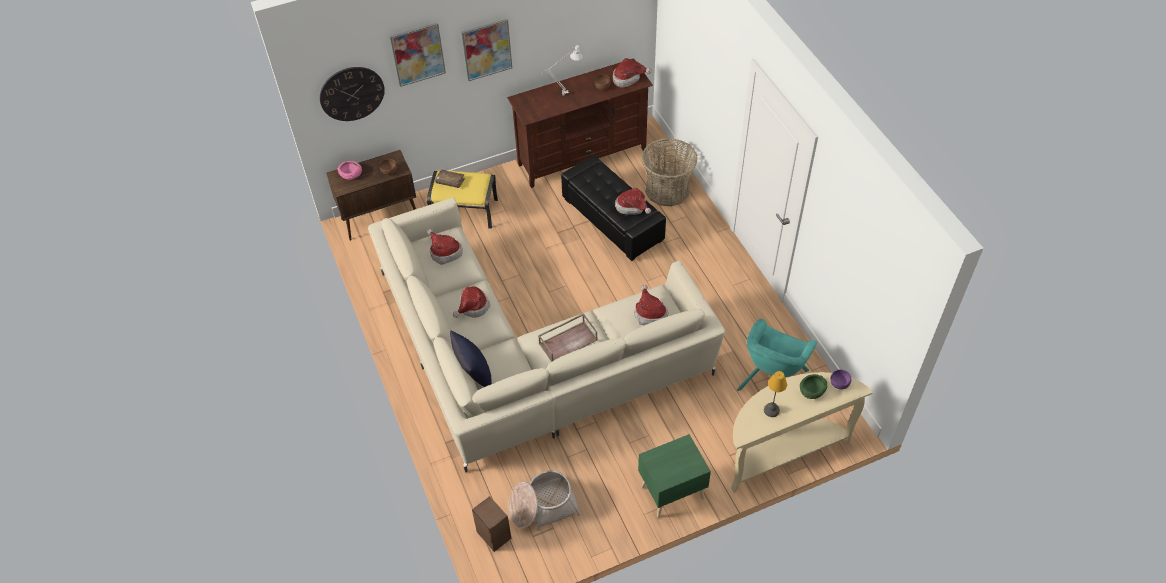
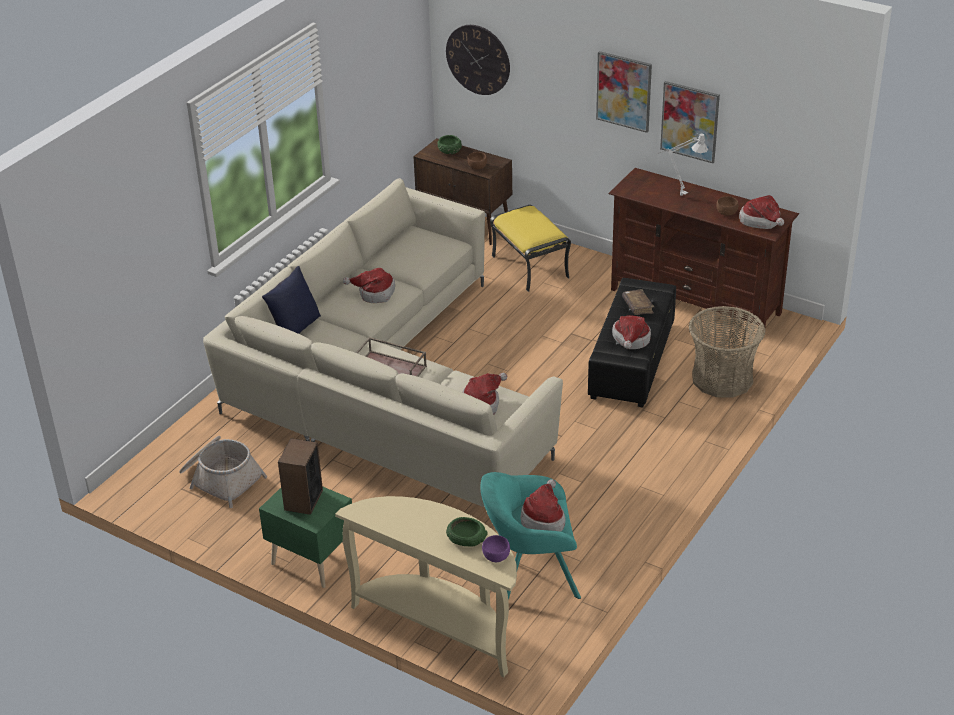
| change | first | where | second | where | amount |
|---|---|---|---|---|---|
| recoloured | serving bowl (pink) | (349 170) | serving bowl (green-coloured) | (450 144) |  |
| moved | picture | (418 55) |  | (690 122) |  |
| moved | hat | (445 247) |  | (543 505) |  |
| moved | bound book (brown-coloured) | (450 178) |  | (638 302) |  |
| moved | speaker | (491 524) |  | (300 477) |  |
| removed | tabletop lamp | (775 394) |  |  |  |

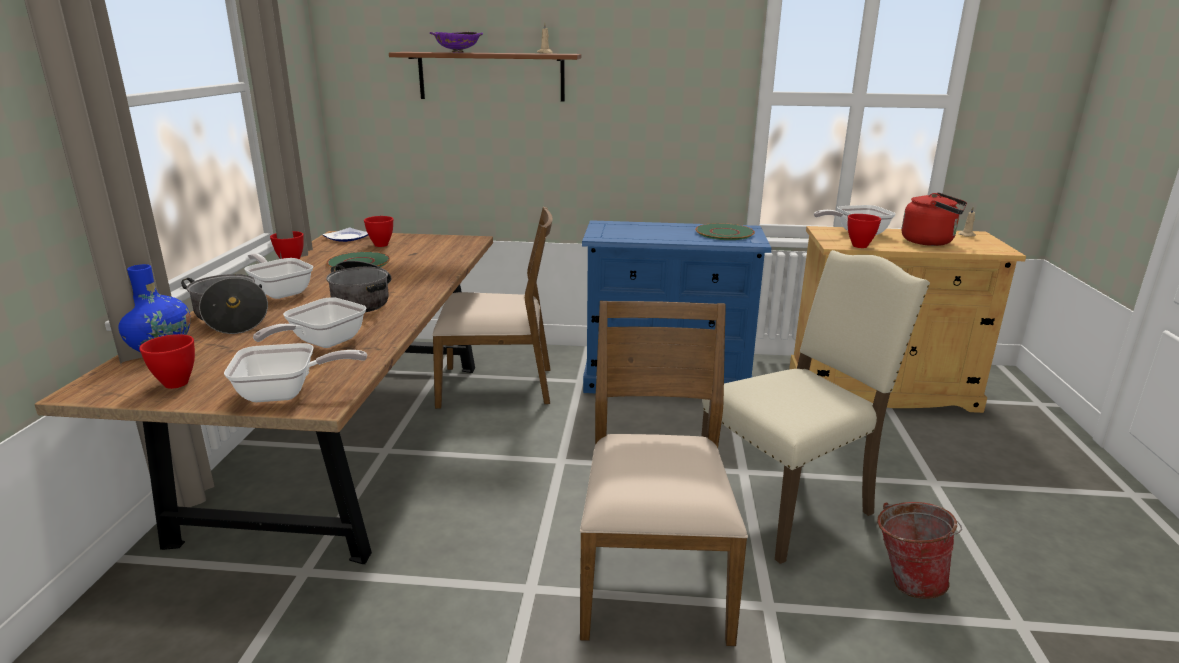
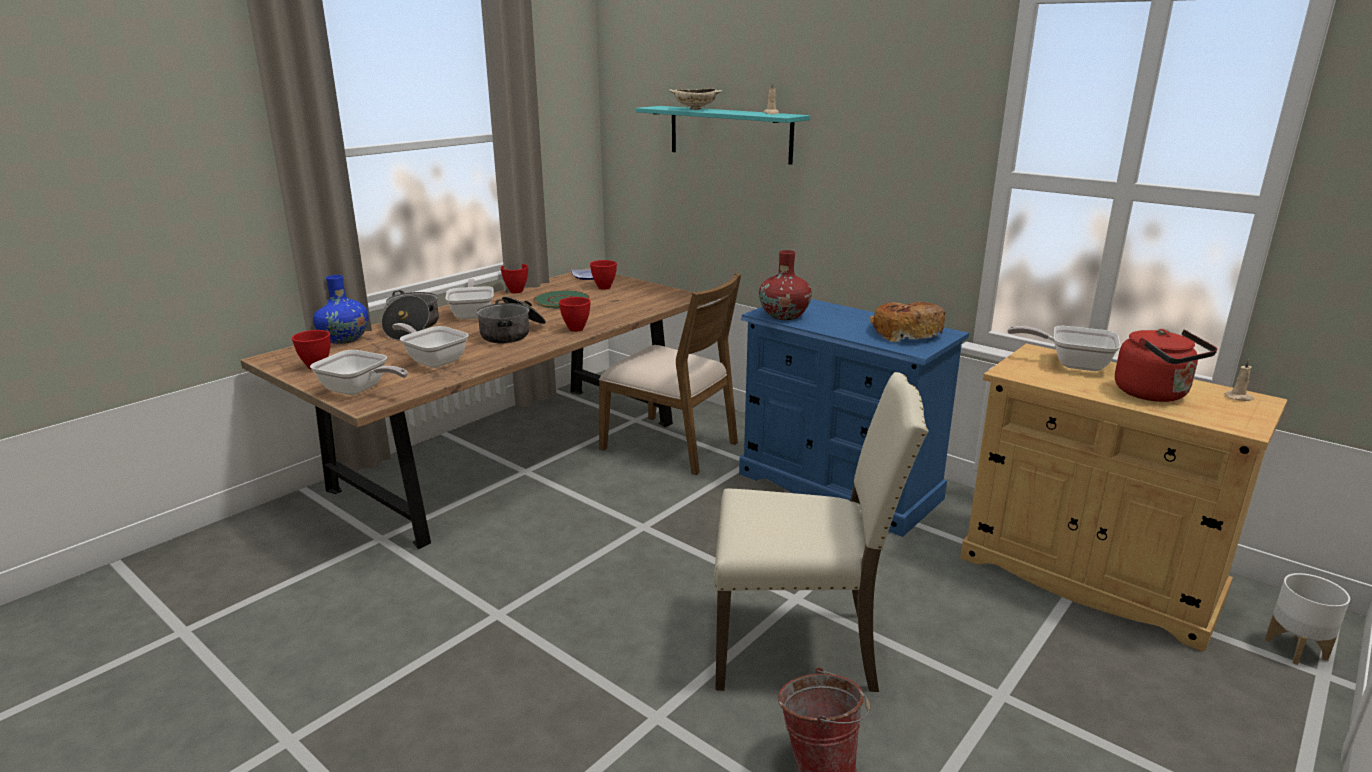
| change | first | where | second | where | amount |
|---|---|---|---|---|---|
| turned | frying pan | (309 323) |  | (430 345) | 60 degrees clockwise |
| recoloured | wall shelf (brown-coloured) | (485 76) | wall shelf (turquoise-coloured) | (723 135) |  |
| recoloured | serving bowl (purple-coloured) | (456 42) | serving bowl (beige) | (695 99) |  |
| removed | upright chair (brown-coloured) | (664 473) |  |  |  |
| replaced | plate (green-coloured) | (725 231) | bakery bread | (908 321) |  |
| moved | serving bowl (red-coloured) | (864 231) |  | (575 314) |  |
| added |  |  | vase (red-coloured) | (785 285) |  |
| added |  |  | flower pot (white-coloured) | (1307 619) |  |

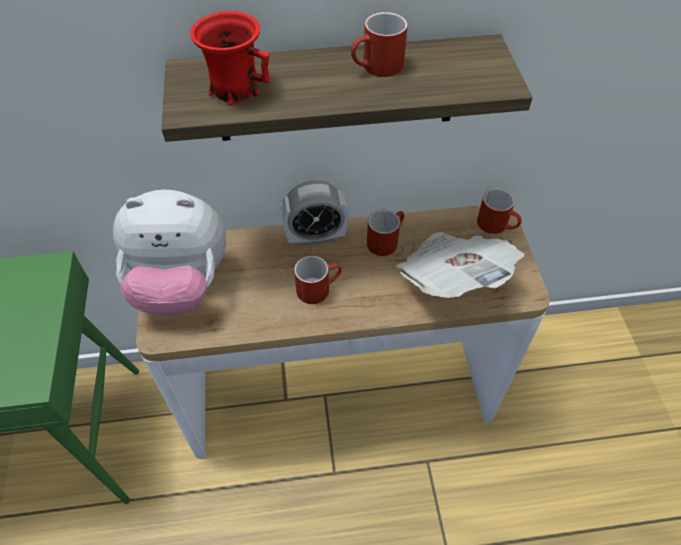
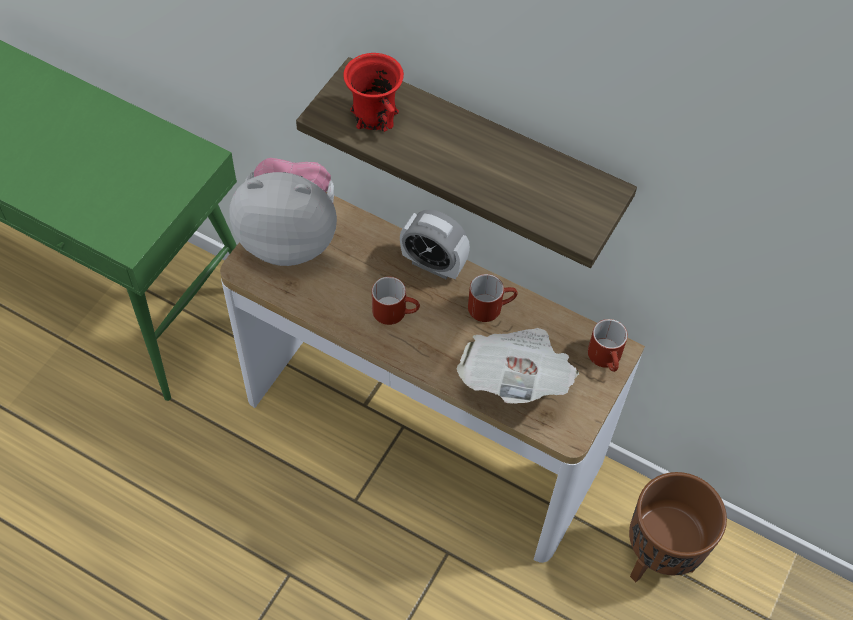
| change | first | where | second | where | amount |
|---|---|---|---|---|---|
| turned | plush toy | (169 253) |  | (283 212) | 150 degrees clockwise |
| removed | coffee mug (red-coloured) | (379 44) |  |  |  |
| added |  |  | flower pot (brown-coloured) | (678 527) |  |

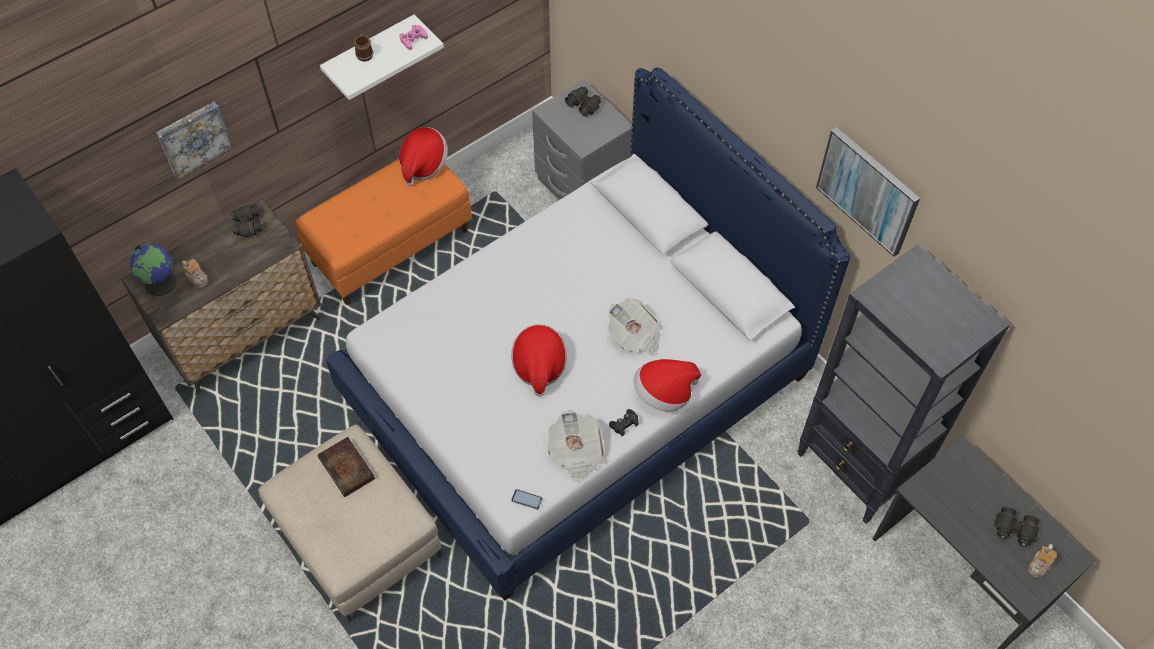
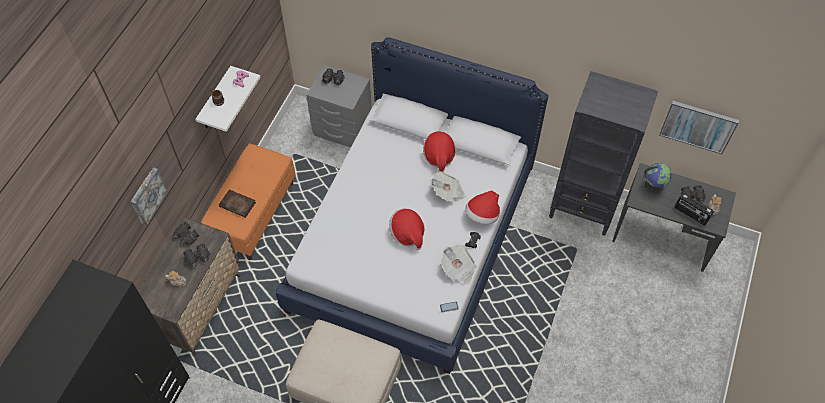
| change | first | where | second | where | amount |
|---|---|---|---|---|---|
| moved | world globe | (153 270) |  | (658 179) |  |
| moved | bound book | (346 467) |  | (237 203) |  |
| moved | hat | (423 156) |  | (439 151) |  |
| moved | picture | (868 192) |  | (699 127) |  |
| added |  |  | pair of binoculars (blackish) | (196 255) |  |
| added |  |  | radio | (694 209) |  |

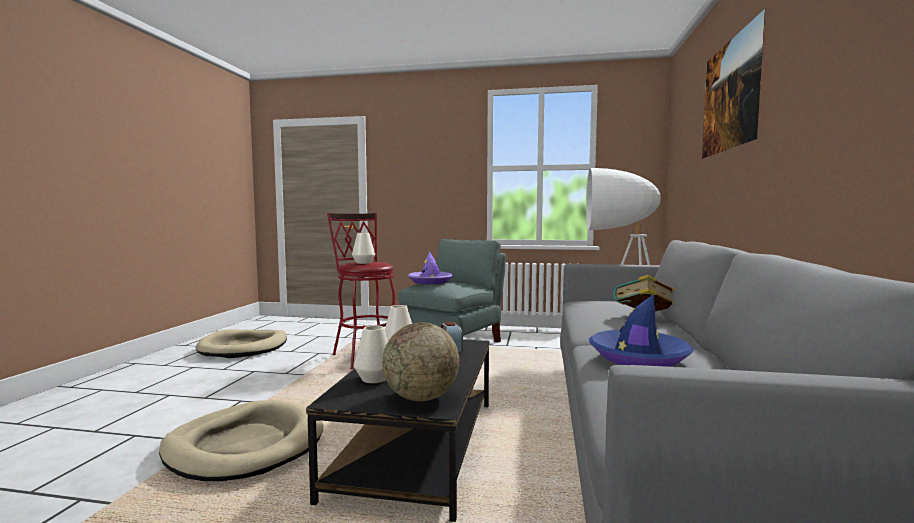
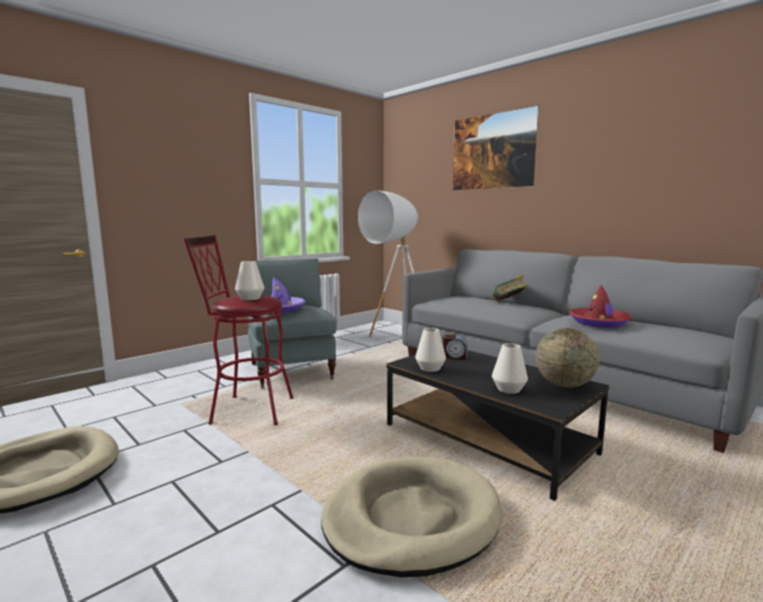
| change | first | where | second | where | amount |
|---|---|---|---|---|---|
| recoloured | hat (blue-coloured) | (641 330) | hat (red-coloured) | (600 306) |  |

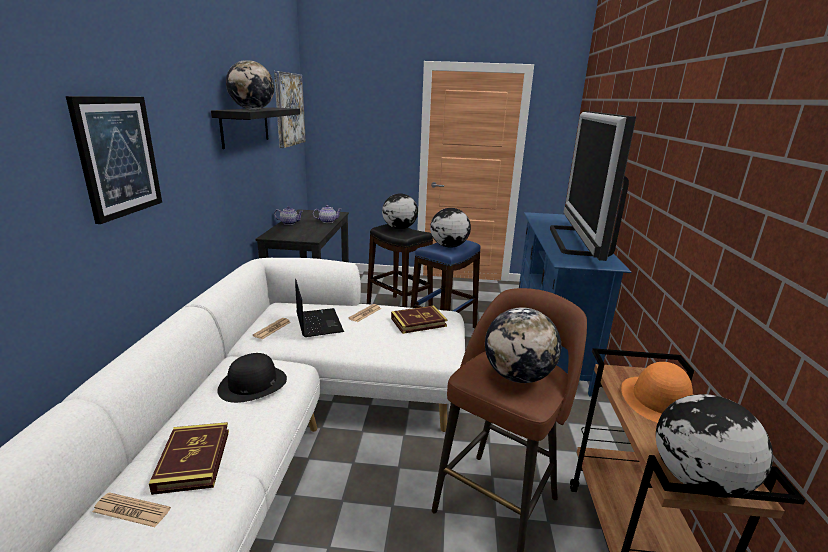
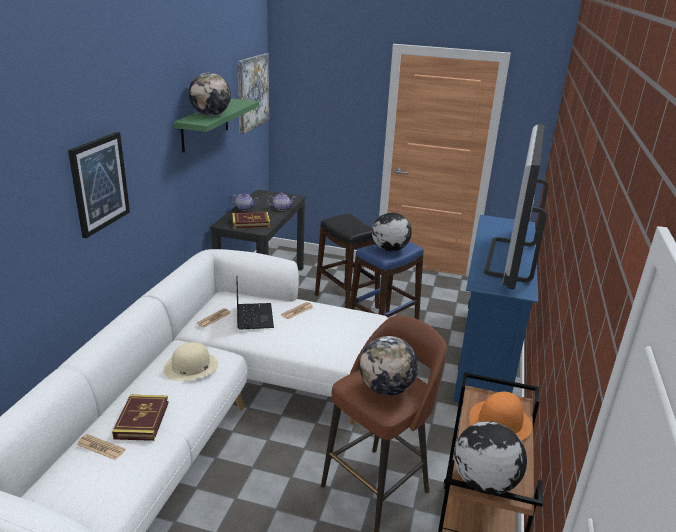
| change | first | where | second | where | amount |
|---|---|---|---|---|---|
| recoloured | wall shelf (blackish) | (255 128) | wall shelf (green-coloured) | (216 125) |  |
| recoloured | hat (blackish) | (252 378) | hat (beige) | (191 361) |  |
| removed | world globe | (400 211) |  |  |  |
| moved | bound book | (419 319) |  | (251 220) |  |

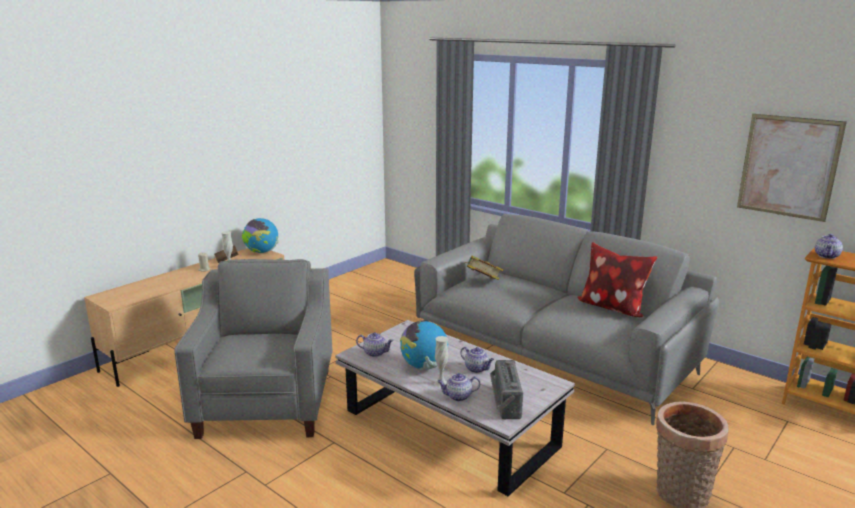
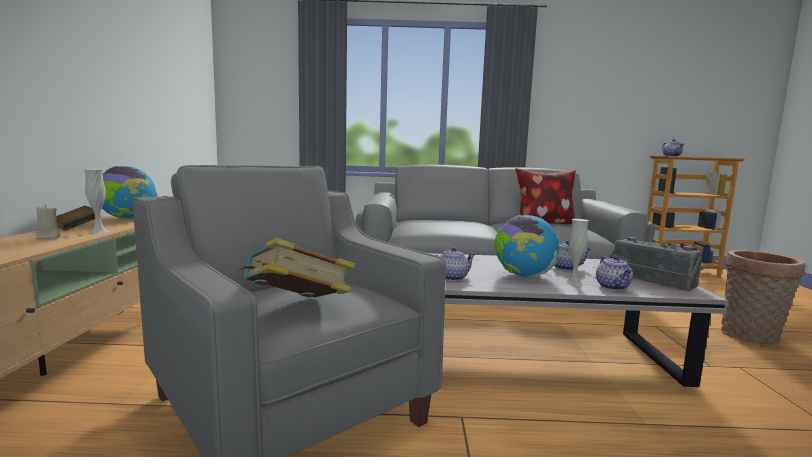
| change | first | where | second | where | amount |
|---|---|---|---|---|---|
| turned | teapot | (458 387) |  | (614 272) | 45 degrees counterclockwise |
| moved | bound book | (484 268) |  | (296 268) |  |
| removed | picture | (792 168) |  |  |  |

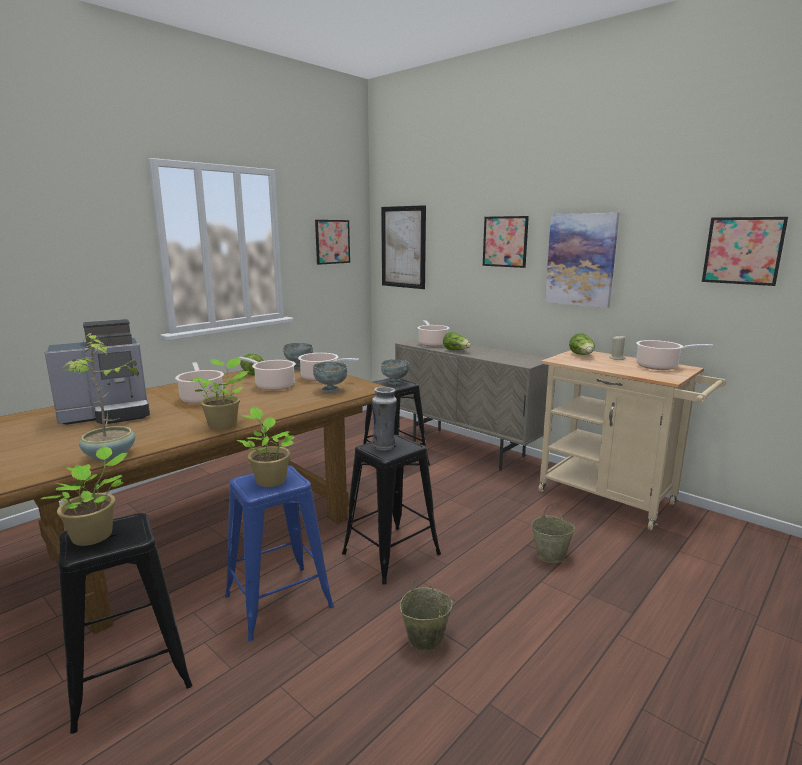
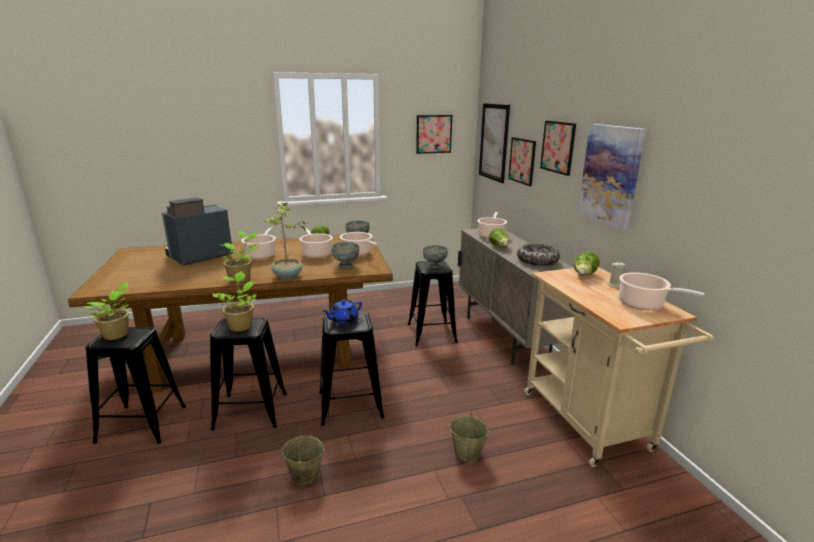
| change | first | where | second | where | amount |
|---|---|---|---|---|---|
| turned | coffee maker | (97 372) |  | (197 231) | 135 degrees clockwise |
| moved | houseplant | (100 397) |  | (286 240) |  |
| recoloured | sitting stool (blue-coloured) | (279 553) | sitting stool (blackish) | (248 373) |  |
| replaced | vase | (384 418) | teapot (blue-coloured) | (342 312) |  |
| moved | picture | (745 251) |  | (522 161) |  |
| added |  |  | serving bowl | (538 254) |  |

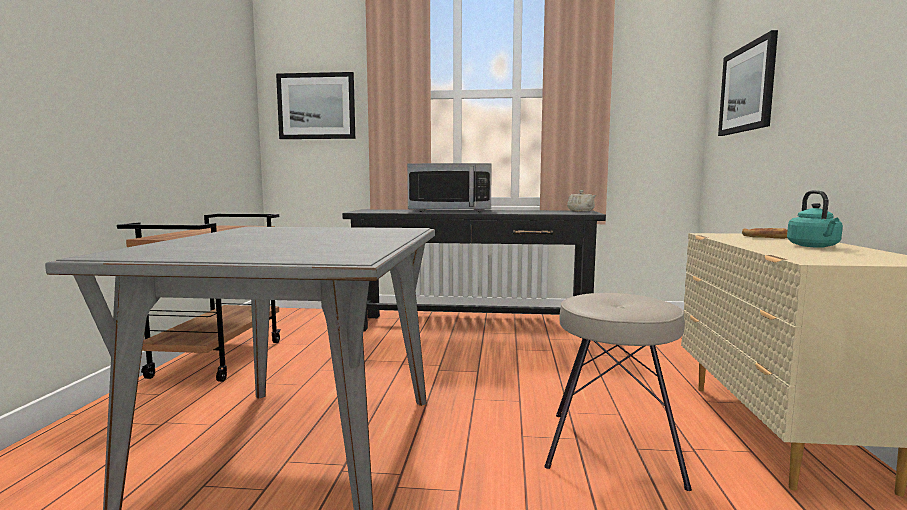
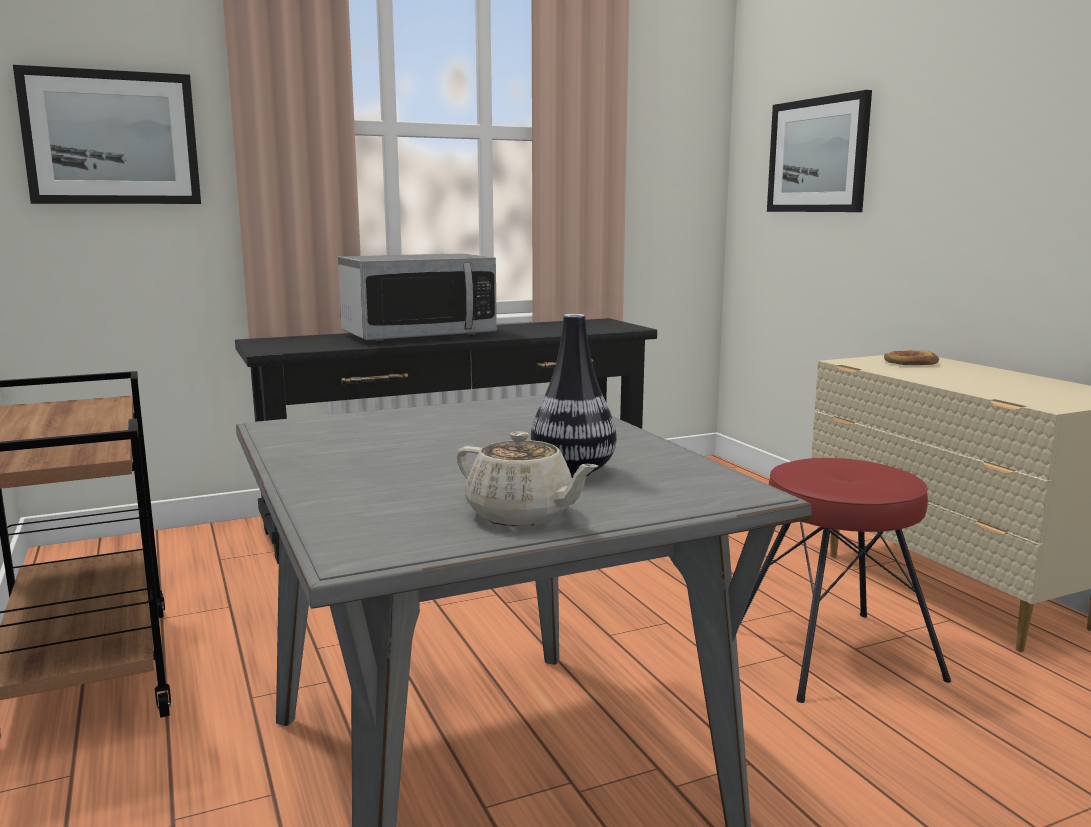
| change | first | where | second | where | amount |
|---|---|---|---|---|---|
| recoloured | sitting stool (beige) | (618 392) | sitting stool (red-coloured) | (844 580) |  |
| moved | teapot (beige) | (581 201) |  | (527 478) |  |
| removed | kettle (turquoise-coloured) | (815 219) |  |  |  |
| added |  |  | vase | (574 396) |  |

